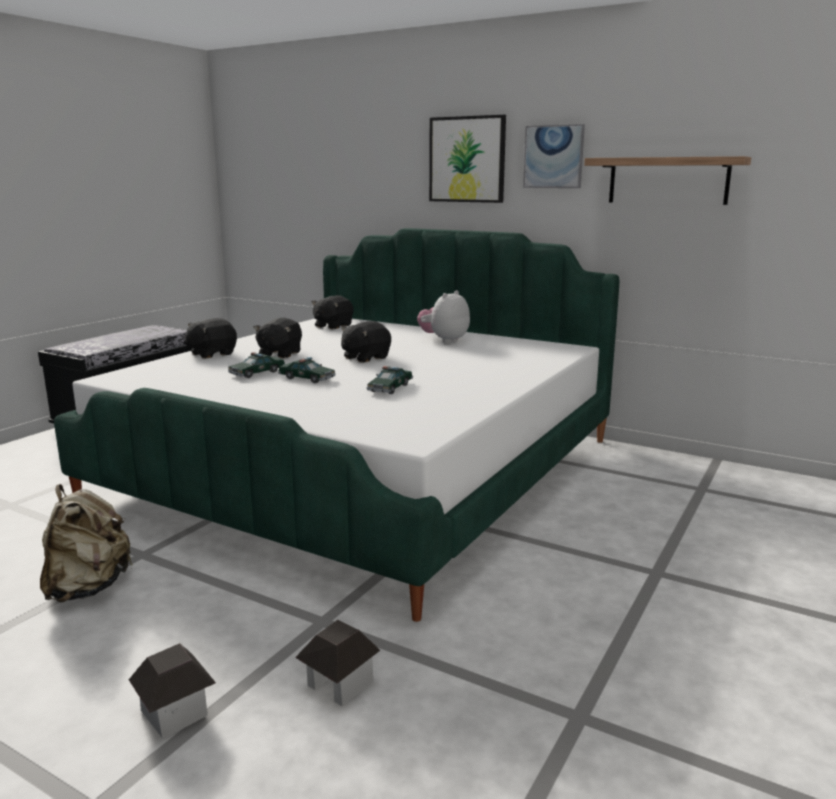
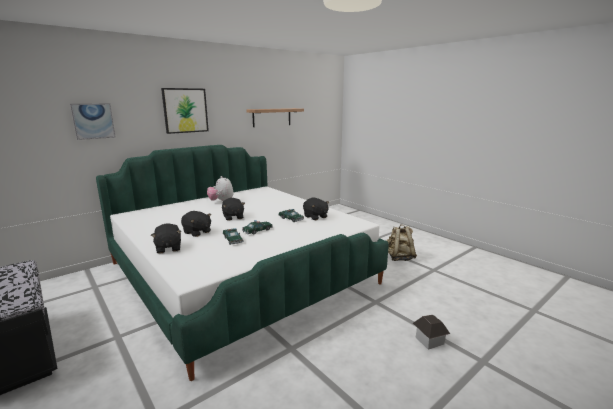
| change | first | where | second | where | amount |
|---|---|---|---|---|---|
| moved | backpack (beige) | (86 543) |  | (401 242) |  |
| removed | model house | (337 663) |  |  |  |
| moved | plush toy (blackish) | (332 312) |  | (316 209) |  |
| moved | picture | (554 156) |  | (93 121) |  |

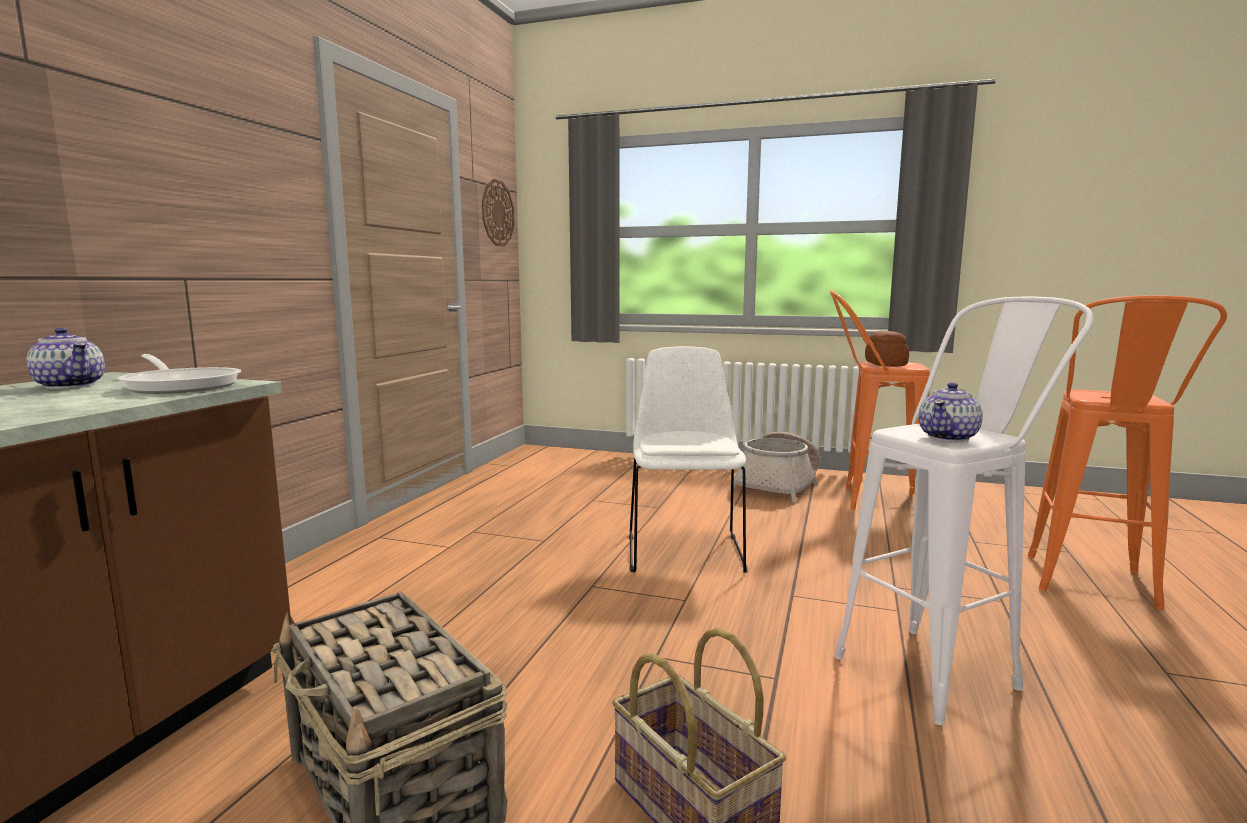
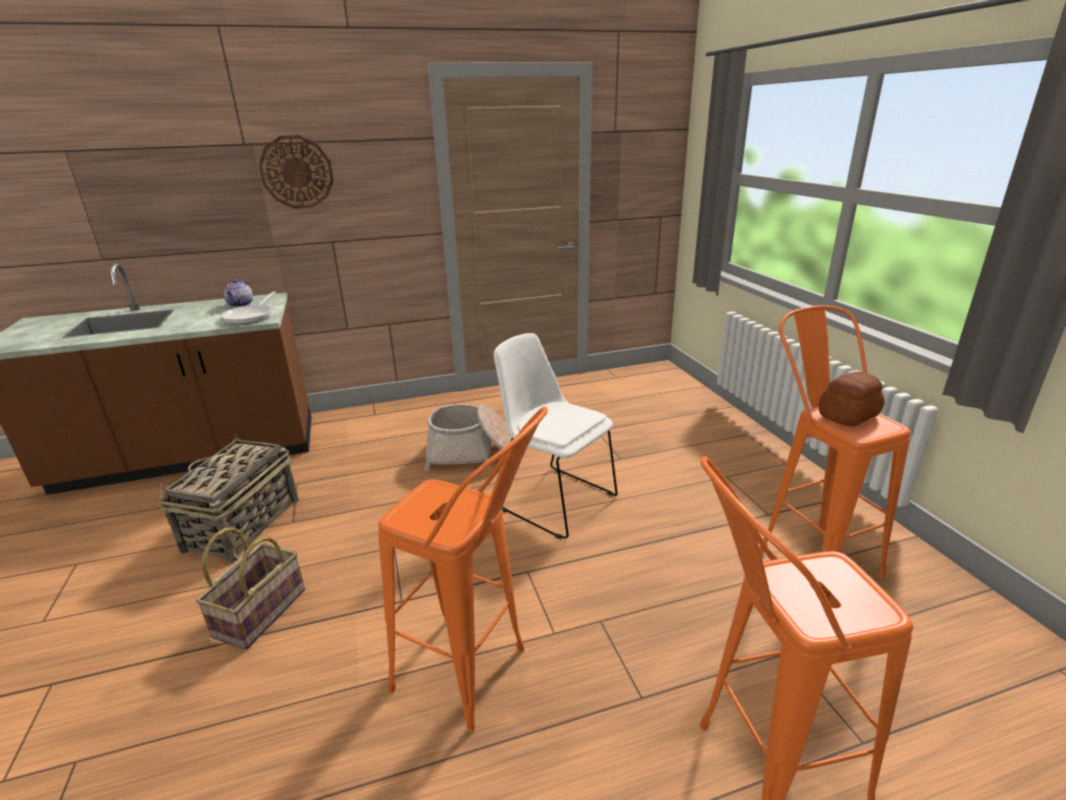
| change | first | where | second | where | amount |
|---|---|---|---|---|---|
| moved | clock on the wall | (498 213) |  | (296 172) |  |
| turned | upright chair (white-coloured) | (688 459) |  | (556 436) | 105 degrees counterclockwise |
| moved | household basket | (775 467) |  | (468 437) |  |
| recoloured | sitting stool (white-coloured) | (964 510) | sitting stool (orangey) | (463 569) |  |
| removed | teapot | (951 412) |  |  |  |

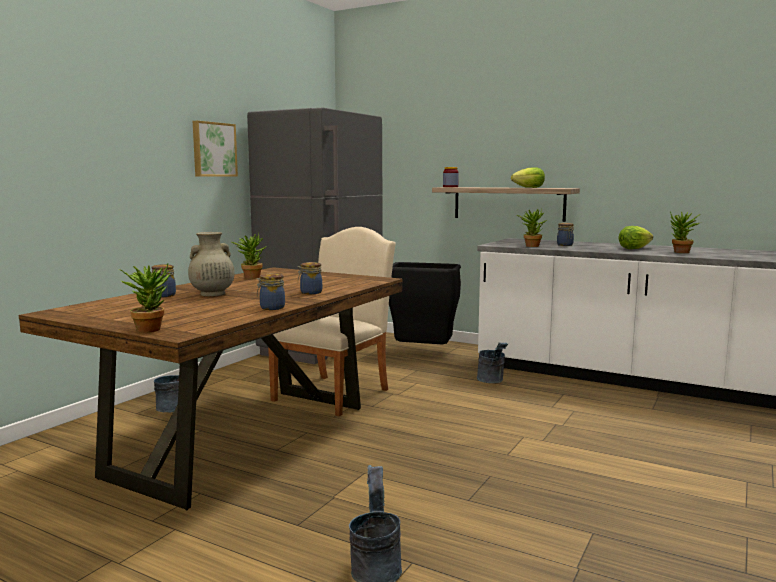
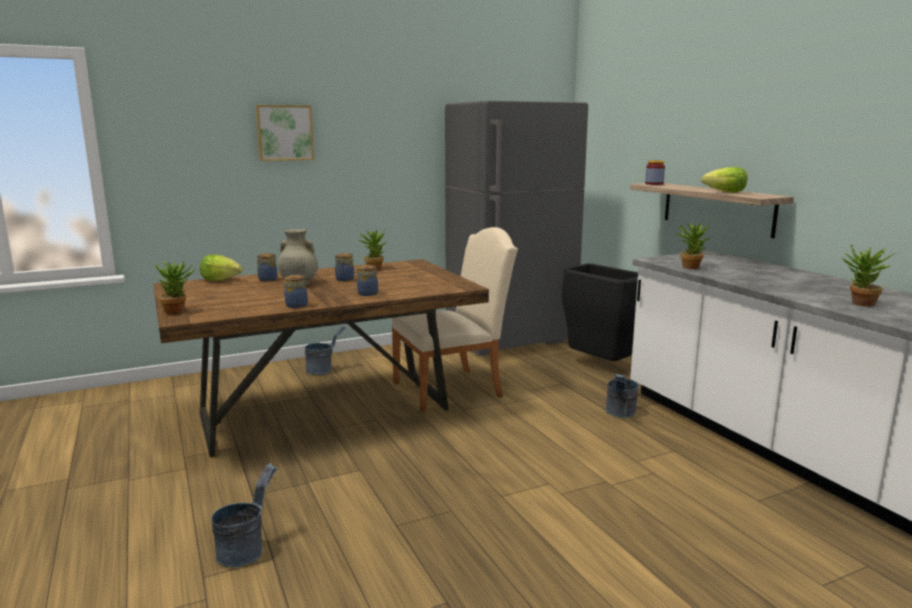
| change | first | where | second | where | amount |
|---|---|---|---|---|---|
| moved | picture | (215 149) |  | (284 133) |  |
| moved | storage jar | (565 234) |  | (344 267) |  |
| moved | head of lettuce | (635 237) |  | (221 268) |  |

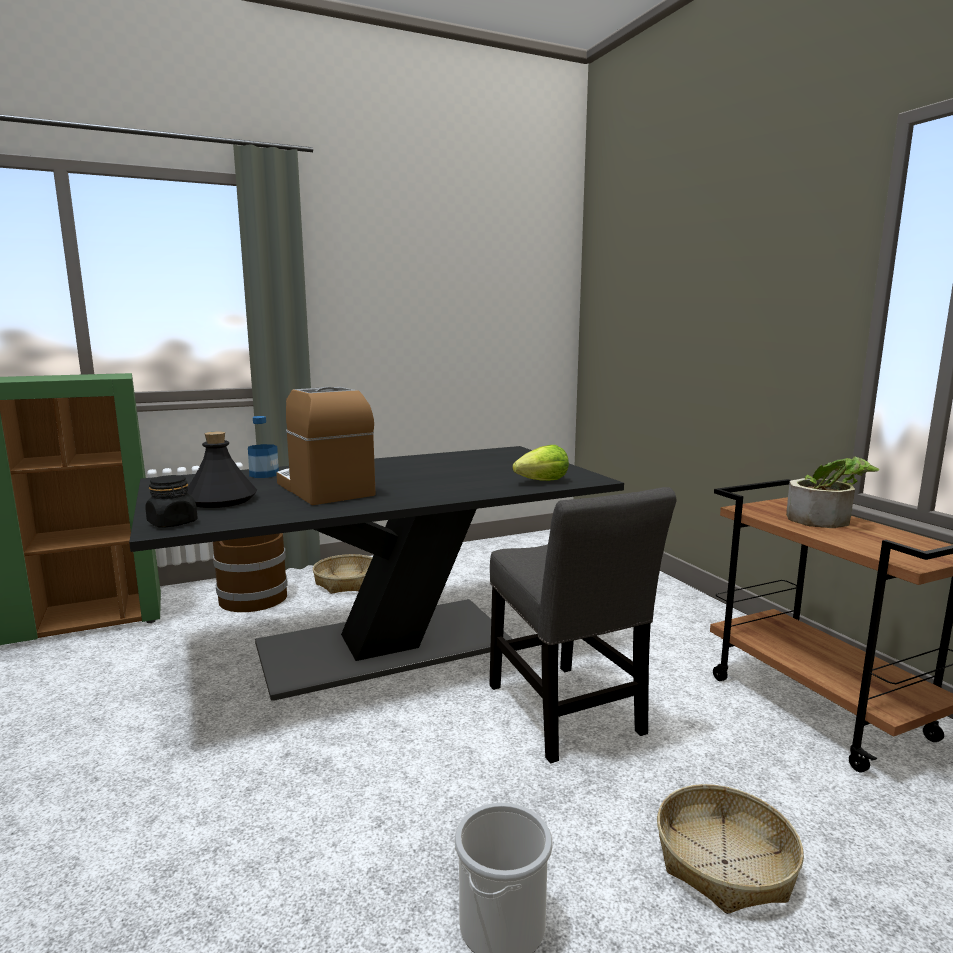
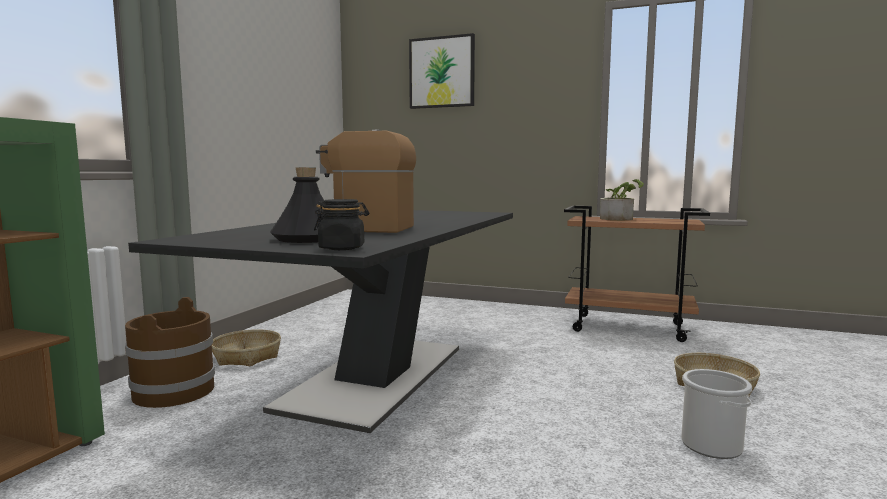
| change | first | where | second | where | amount |
|---|---|---|---|---|---|
| removed | bottle | (263 447) |  |  |  |
| removed | upright chair (greyish) | (582 625) |  |  |  |
| removed | head of lettuce | (540 463) |  |  |  |
| added |  |  | picture | (442 71) |  |

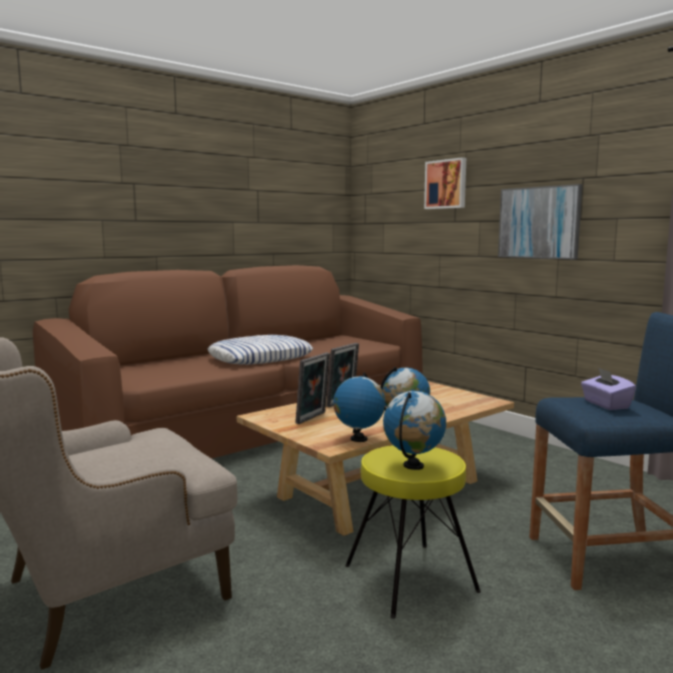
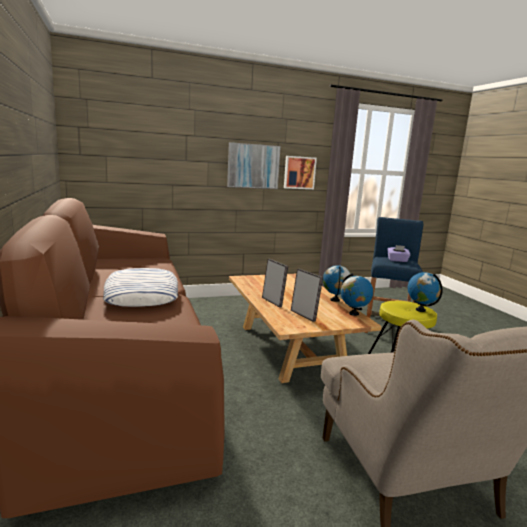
| change | first | where | second | where | amount |
|---|---|---|---|---|---|
| moved | picture | (445 183) |  | (300 172) |  |

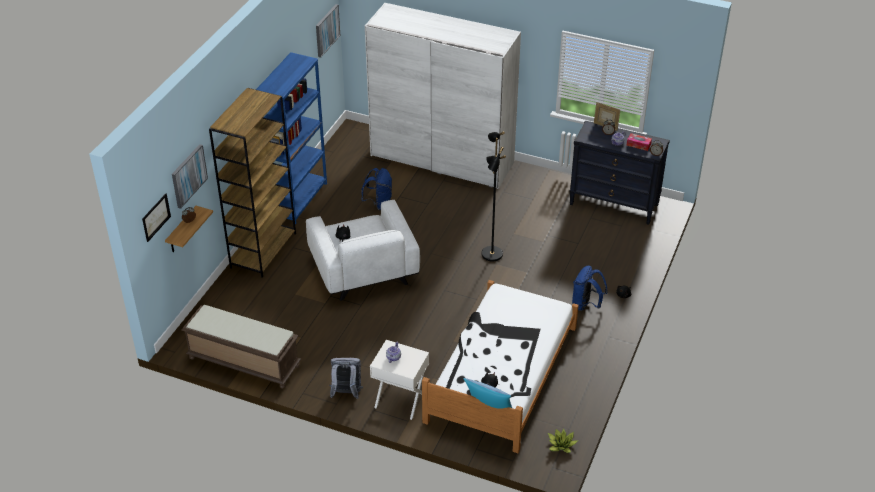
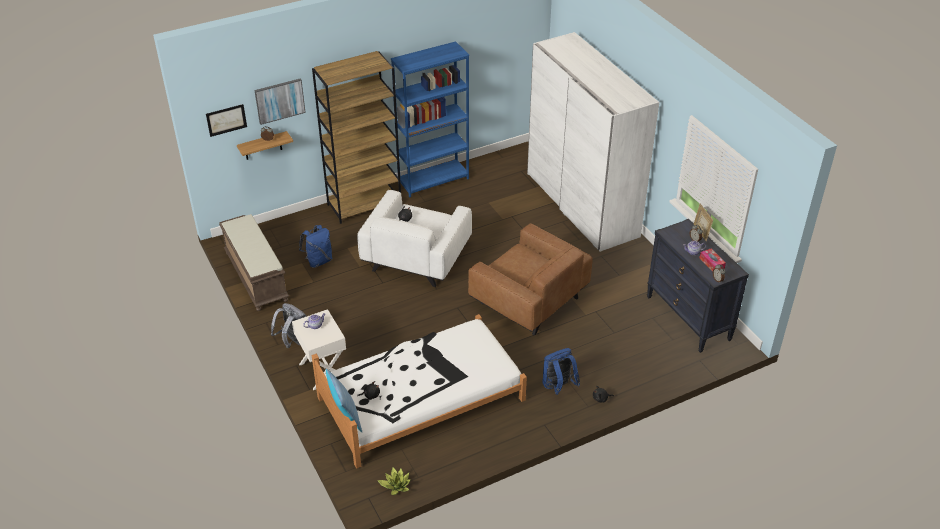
| change | first | where | second | where | amount |
|---|---|---|---|---|---|
| removed | picture | (328 31) |  |  |  |
| moved | backpack (blue-coloured) | (376 189) |  | (316 246) |  |
| replaced | standing lamp (blackish) | (494 197) | easy chair (brown-coloured) | (530 279) |  |

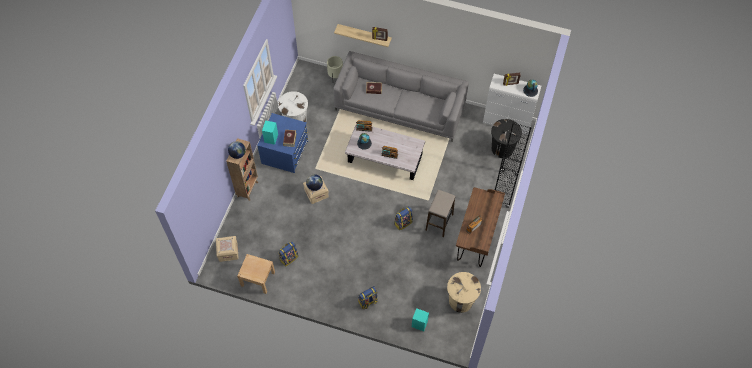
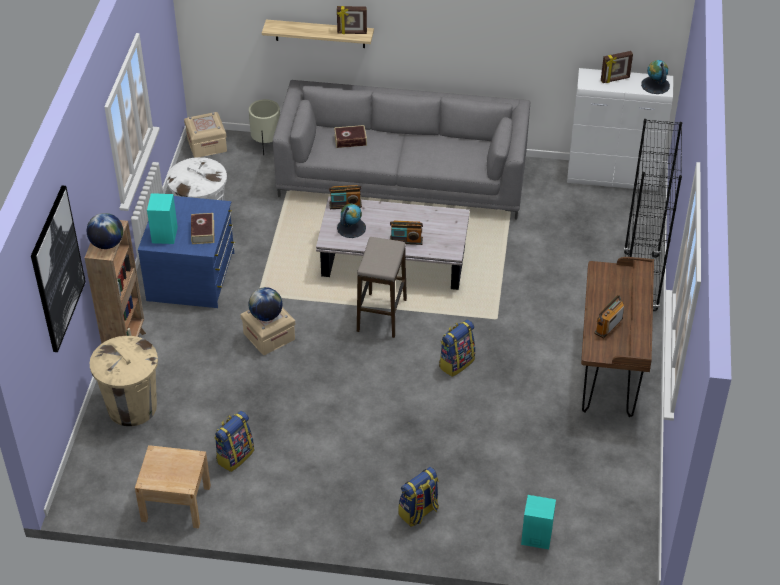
| change | first | where | second | where | amount |
|---|---|---|---|---|---|
| moved | storage container (beige) | (227 249) |  | (205 135) |  |
| moved | sitting stool | (440 213) |  | (382 287) |  |
| moved | waste bin (beige) | (464 292) |  | (124 381) |  |
| removed | waste bin (blackish) | (506 138) |  |  |  |
| added |  |  | picture | (58 269) |  |

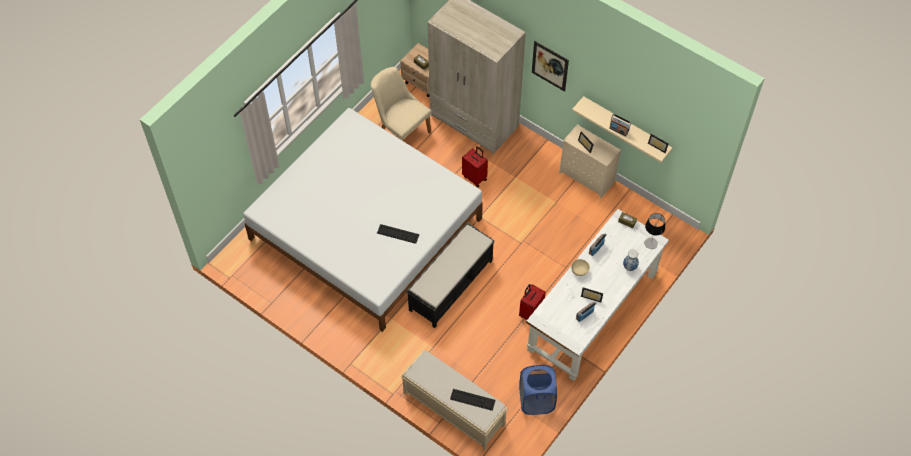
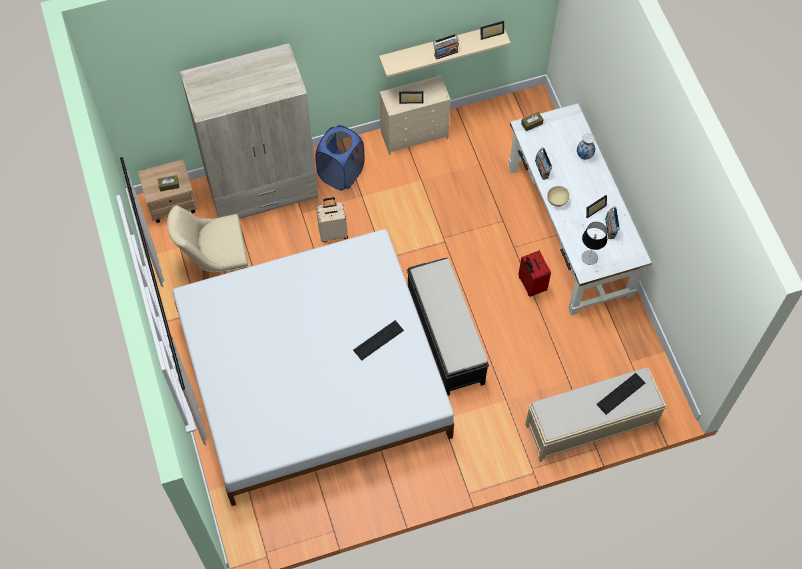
| change | first | where | second | where | amount |
|---|---|---|---|---|---|
| recoloured | travel case (red-coloured) | (475 167) | travel case (beige) | (332 220) |  |
| moved | hamper (blue-coloured) | (538 390) |  | (340 158) |  |
| removed | picture | (550 66) |  |  |  |
| moved | tabletop lamp | (654 231) |  | (594 243) |  |

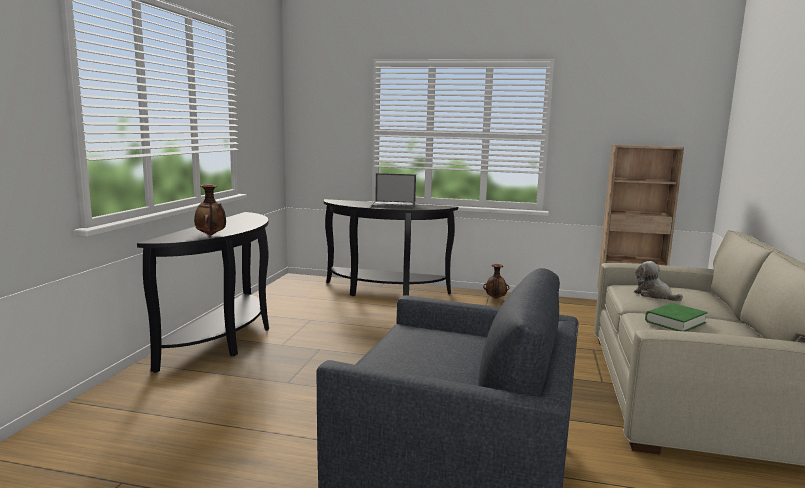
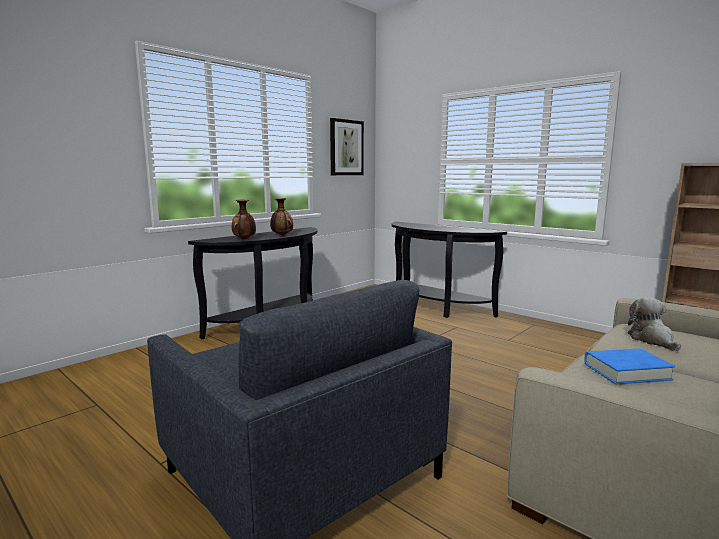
| change | first | where | second | where | amount |
|---|---|---|---|---|---|
| removed | notebook computer | (393 191) |  |  |  |
| moved | vase | (496 281) |  | (281 217) |  |
| recoloured | bound book (green-coloured) | (676 317) | bound book (blue-coloured) | (629 366) |  |
| added |  |  | picture | (347 146) |  |

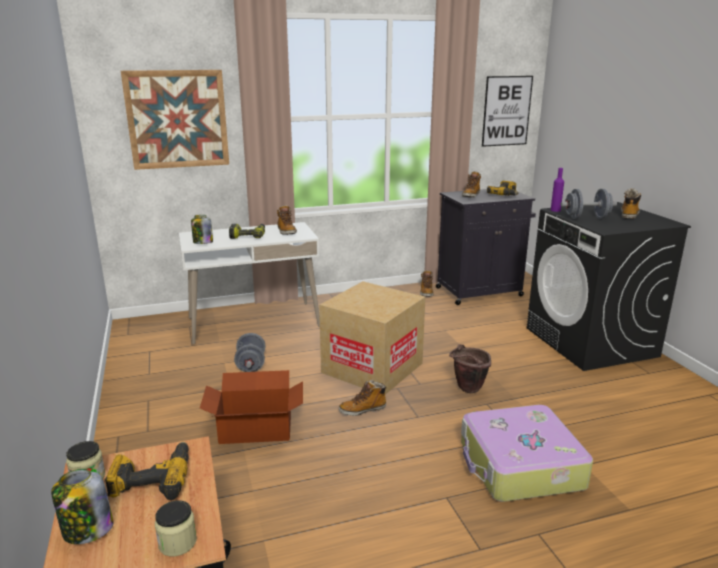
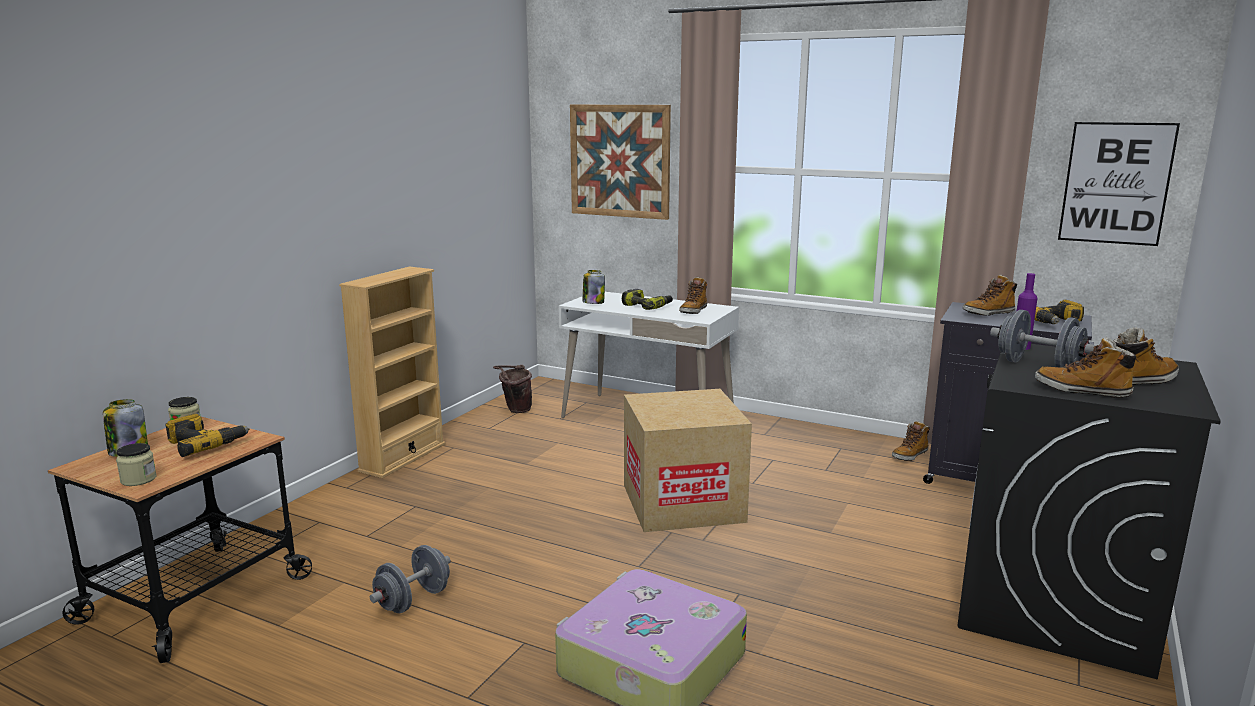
| change | first | where | second | where | amount |
|---|---|---|---|---|---|
| removed | packing box | (251 407) |  |  |  |
| moved | dumbbell (greyish) | (249 352) |  | (410 579) |  |
| moved | tall boot | (362 398) |  | (1087 367) |  |
| moved | bucket (brown-coloured) | (470 368) |  | (512 389) |  |
| added |  |  | bookcase (beige) | (392 372) |  |

